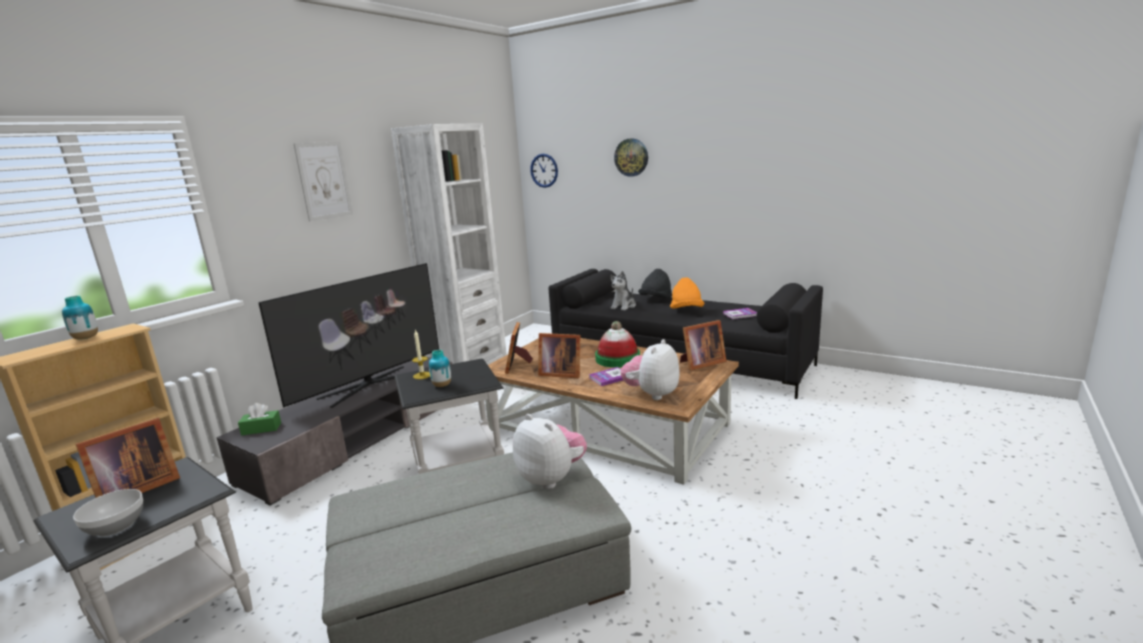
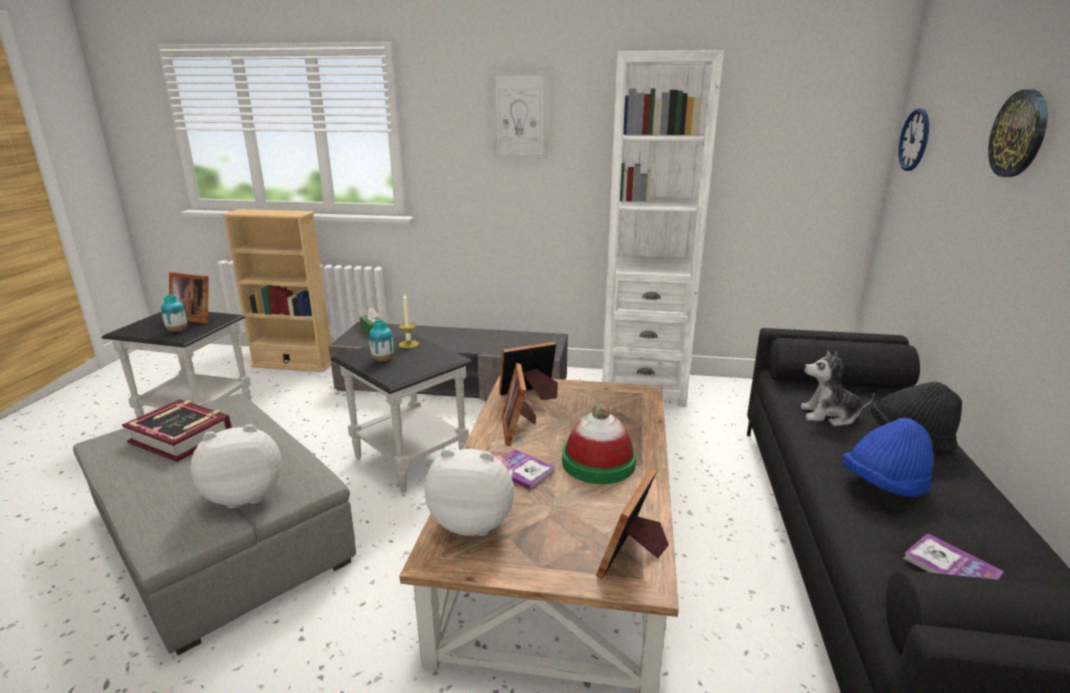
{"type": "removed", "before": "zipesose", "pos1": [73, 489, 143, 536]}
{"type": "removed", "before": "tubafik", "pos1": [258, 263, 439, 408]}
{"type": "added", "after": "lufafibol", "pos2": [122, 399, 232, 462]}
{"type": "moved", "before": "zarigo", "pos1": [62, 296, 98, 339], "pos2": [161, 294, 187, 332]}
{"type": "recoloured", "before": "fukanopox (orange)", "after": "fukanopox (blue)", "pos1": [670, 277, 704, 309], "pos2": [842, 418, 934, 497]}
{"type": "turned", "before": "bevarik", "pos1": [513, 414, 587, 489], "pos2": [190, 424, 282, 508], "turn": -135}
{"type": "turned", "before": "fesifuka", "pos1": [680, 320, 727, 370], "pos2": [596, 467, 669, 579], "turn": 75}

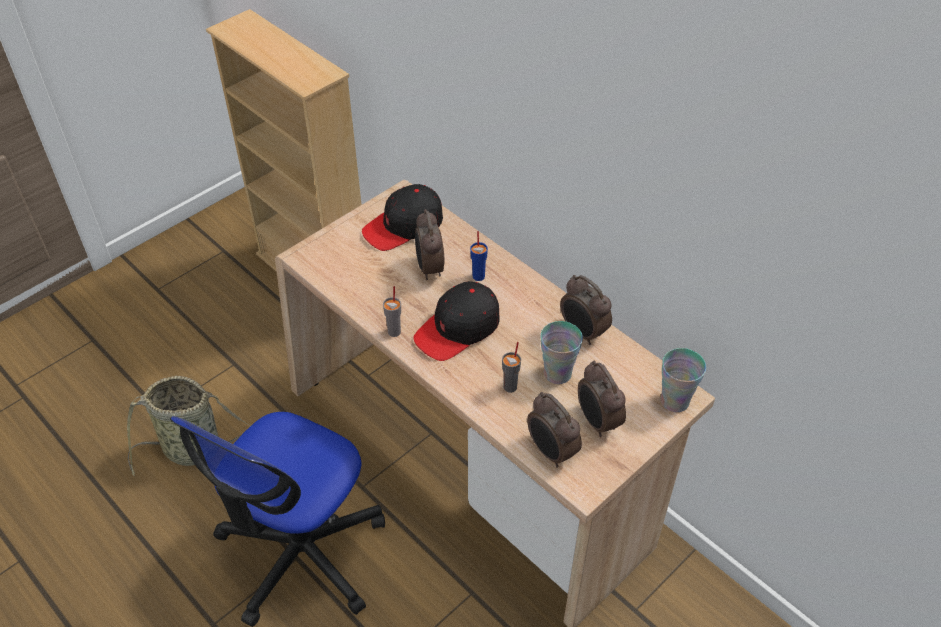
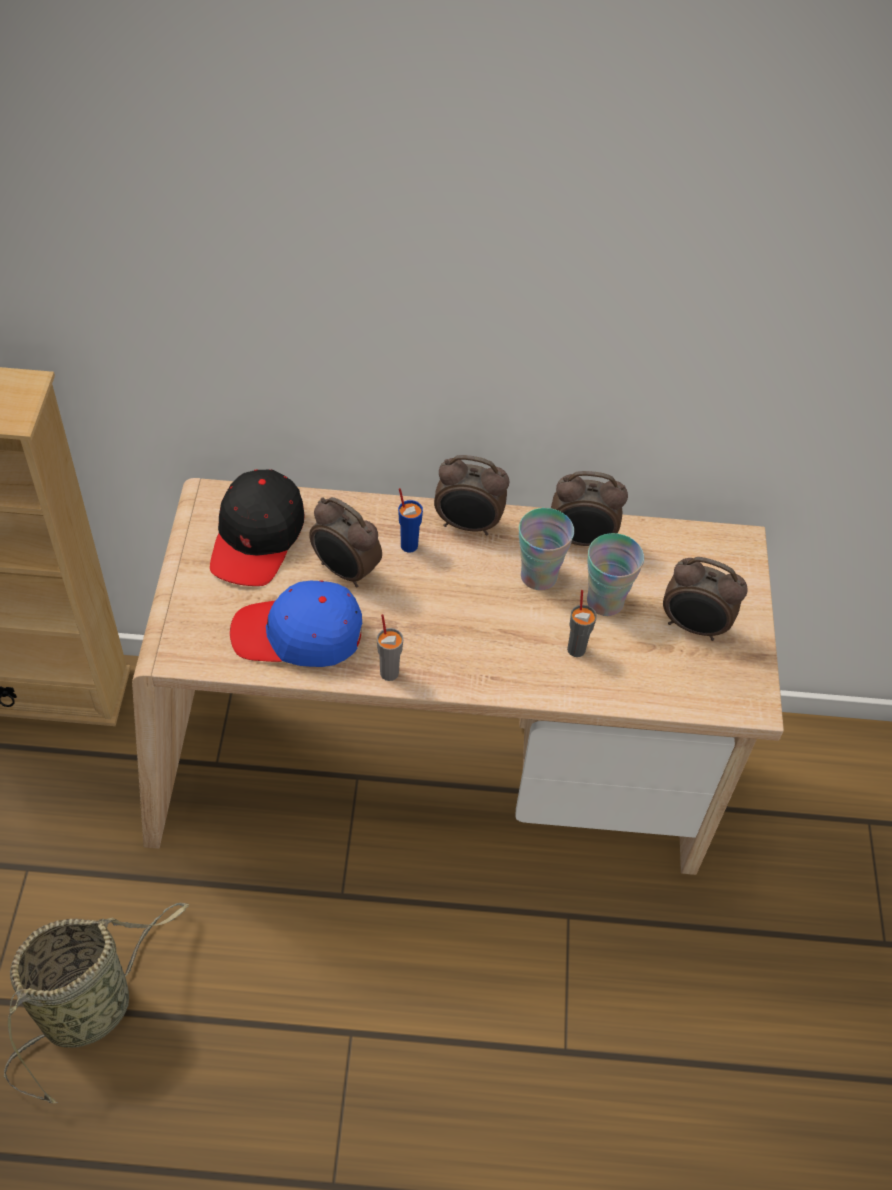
{"type": "removed", "before": "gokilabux", "pos1": [170, 412, 385, 627]}
{"type": "removed", "before": "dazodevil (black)", "pos1": [413, 281, 499, 361]}
{"type": "added", "after": "dazodevil (blue)", "pos2": [230, 581, 362, 667]}
{"type": "moved", "before": "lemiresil", "pos1": [527, 392, 582, 468], "pos2": [434, 455, 509, 535]}
{"type": "moved", "before": "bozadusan", "pos1": [661, 348, 706, 412], "pos2": [519, 508, 574, 590]}

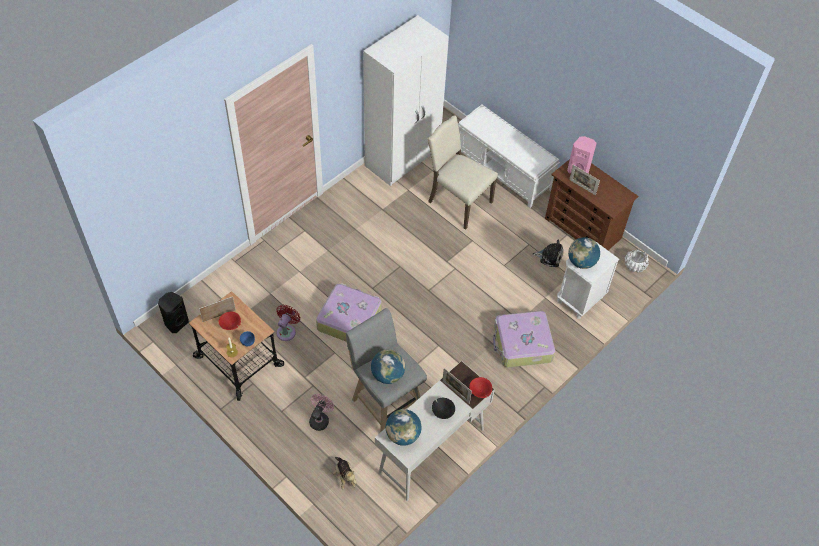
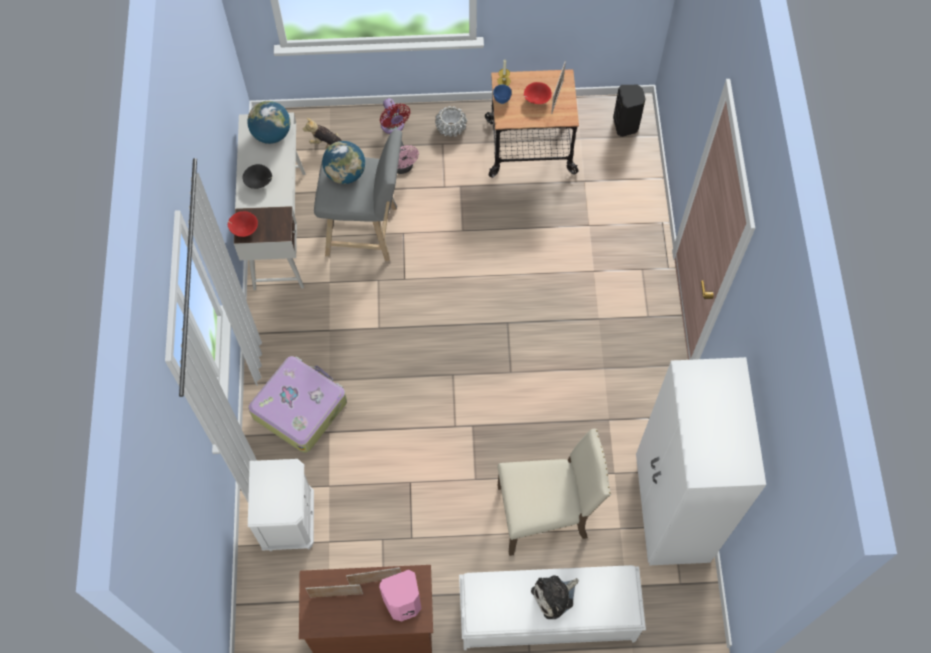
{"type": "removed", "before": "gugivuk", "pos1": [316, 283, 382, 342]}
{"type": "removed", "before": "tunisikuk", "pos1": [568, 237, 600, 269]}
{"type": "moved", "before": "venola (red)", "pos1": [276, 305, 301, 341], "pos2": [380, 98, 410, 134]}
{"type": "moved", "before": "fesifuka", "pos1": [442, 368, 472, 404], "pos2": [305, 584, 363, 597]}
{"type": "moved", "before": "bevarik", "pos1": [533, 240, 563, 267], "pos2": [531, 575, 578, 619]}
{"type": "moved", "before": "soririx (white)", "pos1": [625, 249, 649, 273], "pos2": [435, 106, 467, 137]}

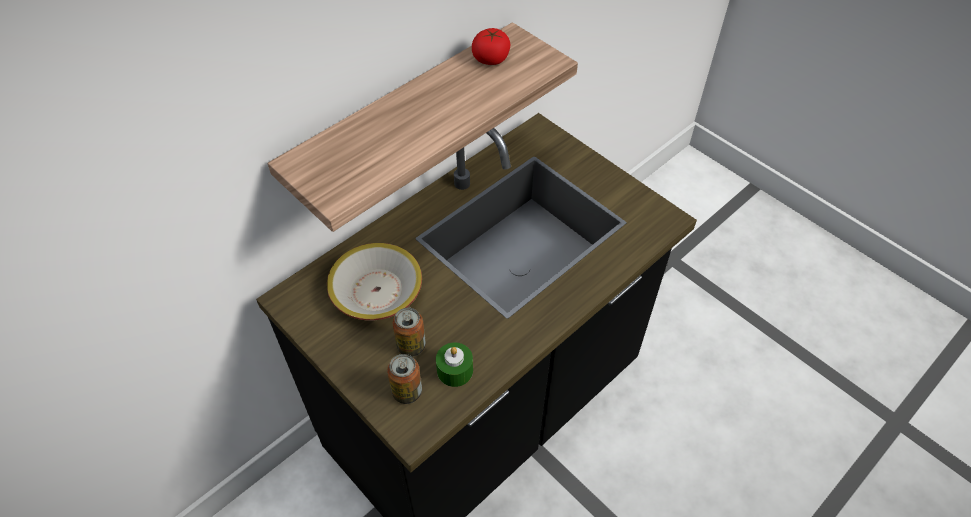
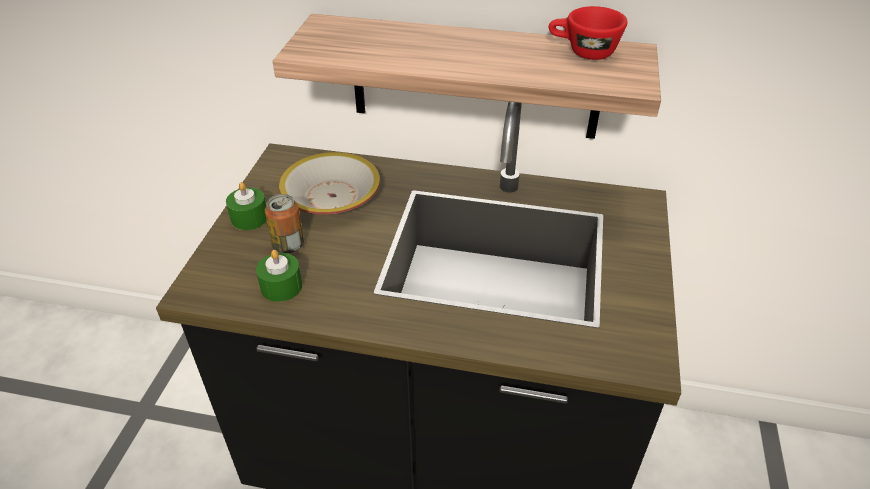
{"type": "removed", "before": "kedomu", "pos1": [387, 354, 422, 404]}
{"type": "added", "after": "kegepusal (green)", "pos2": [226, 182, 267, 230]}
{"type": "replaced", "before": "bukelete", "after": "bozadusan (red)", "pos1": [472, 28, 510, 65], "pos2": [549, 6, 628, 60]}

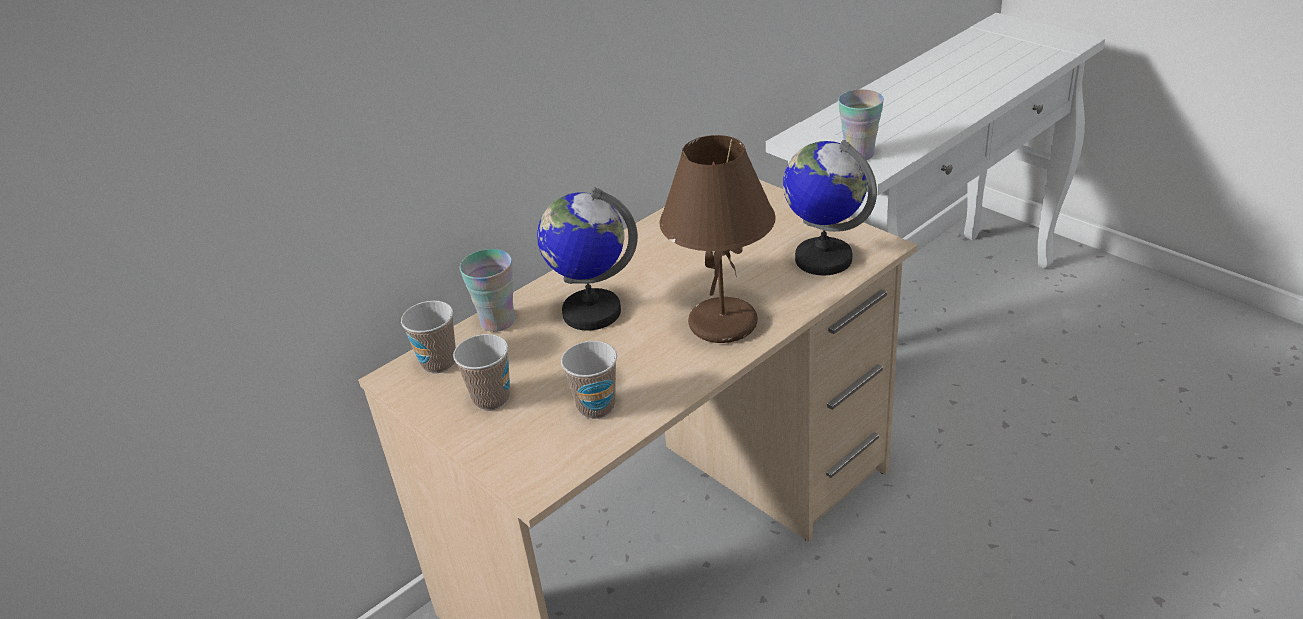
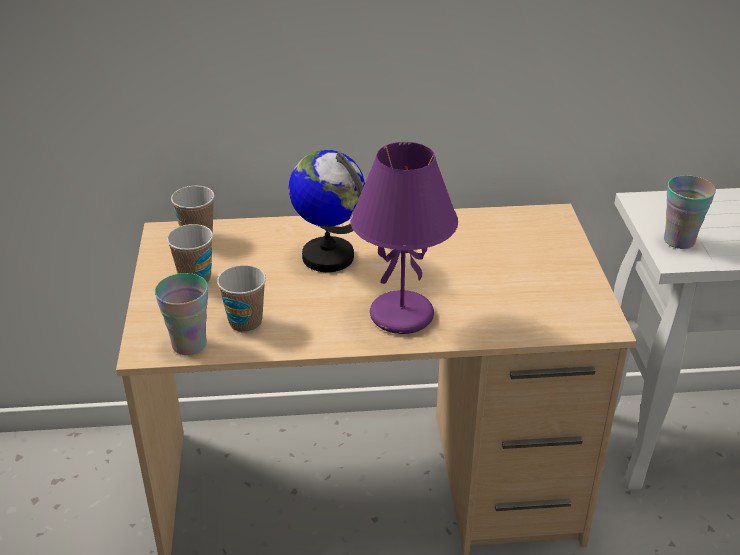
{"type": "removed", "before": "tunisikuk", "pos1": [783, 140, 877, 276]}
{"type": "moved", "before": "bozadusan", "pos1": [460, 249, 515, 332], "pos2": [155, 273, 208, 355]}
{"type": "recoloured", "before": "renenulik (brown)", "after": "renenulik (purple)", "pos1": [660, 135, 776, 343], "pos2": [350, 142, 458, 334]}

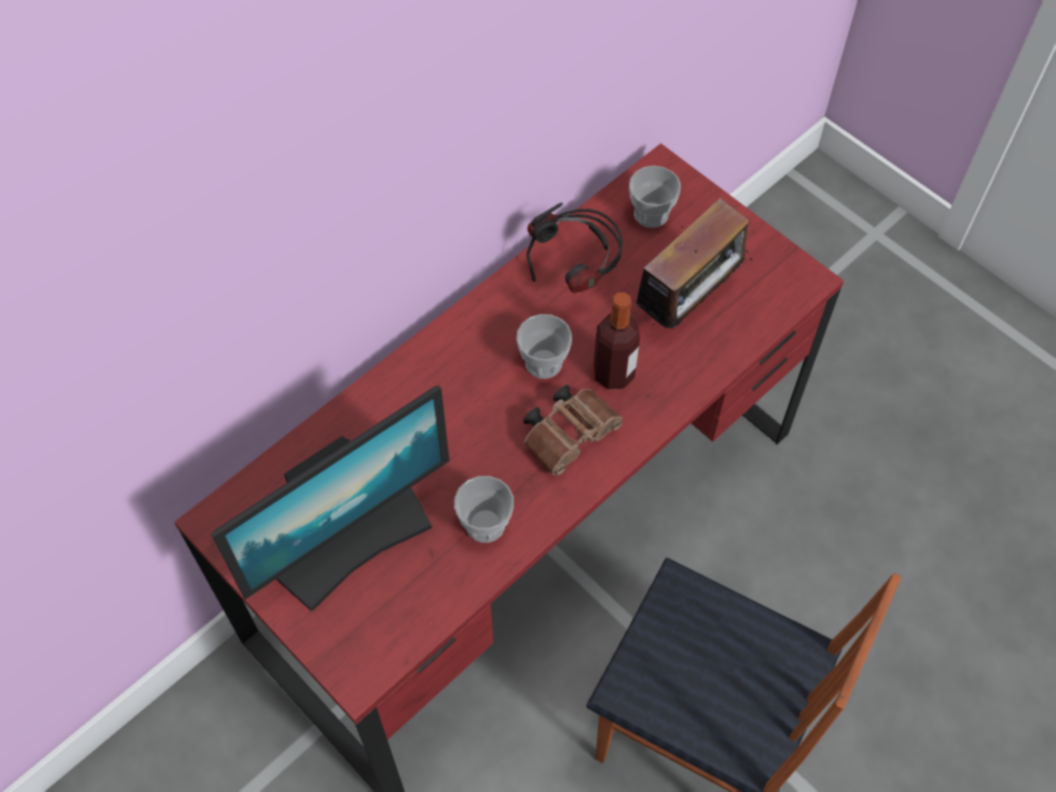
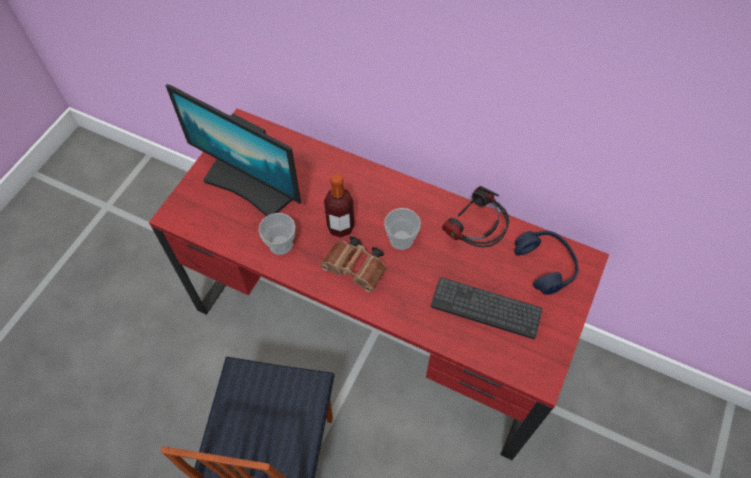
{"type": "moved", "before": "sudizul", "pos1": [593, 292, 640, 390], "pos2": [324, 174, 354, 238]}
{"type": "replaced", "before": "bozadusan", "after": "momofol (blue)", "pos1": [629, 165, 681, 228], "pos2": [514, 231, 579, 295]}
{"type": "replaced", "before": "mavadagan", "after": "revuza", "pos1": [629, 198, 753, 328], "pos2": [431, 277, 543, 339]}

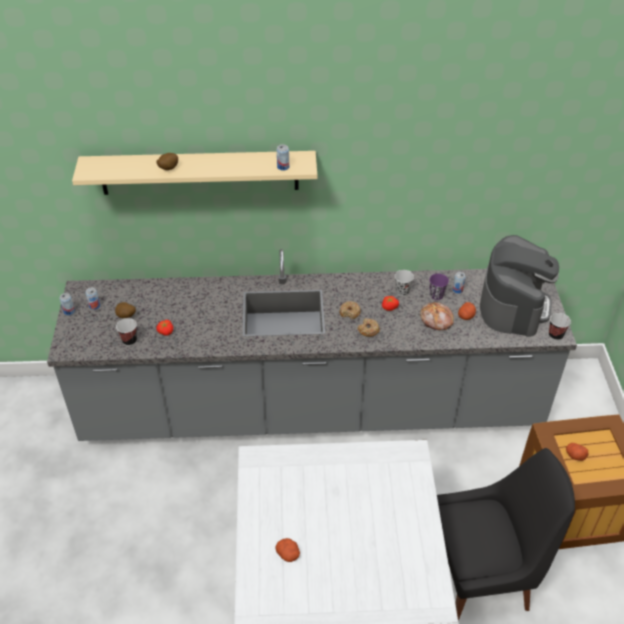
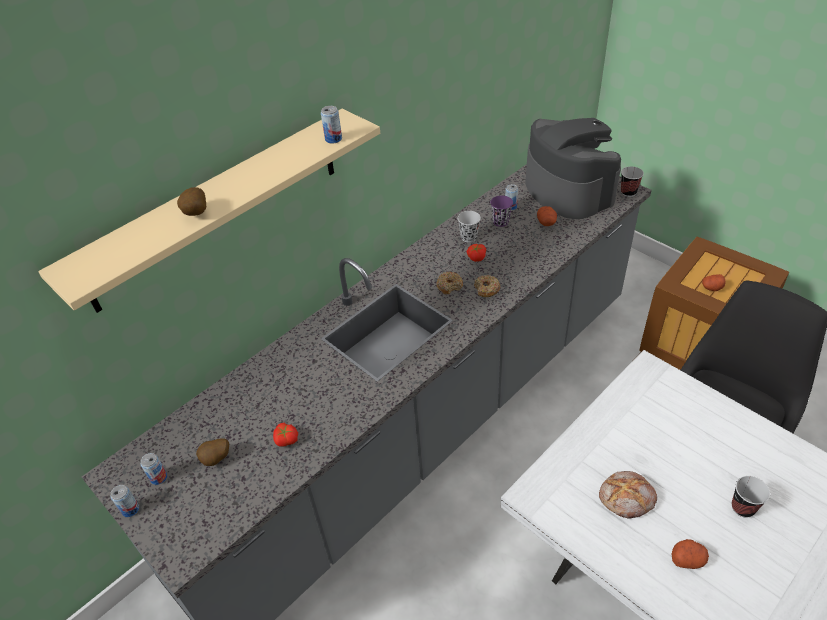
{"type": "moved", "before": "bozadusan", "pos1": [116, 318, 137, 346], "pos2": [732, 476, 770, 518]}
{"type": "moved", "before": "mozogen", "pos1": [420, 302, 454, 330], "pos2": [599, 471, 657, 519]}

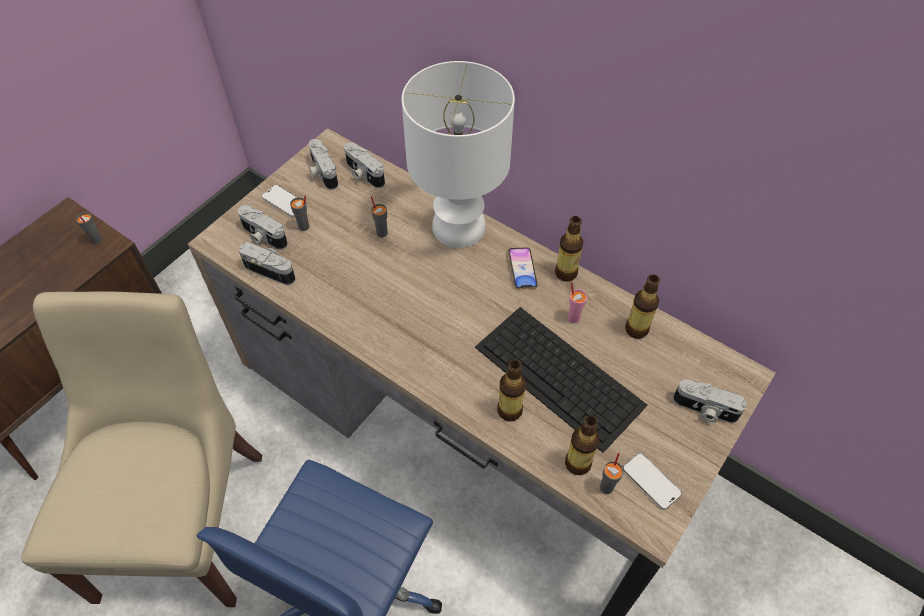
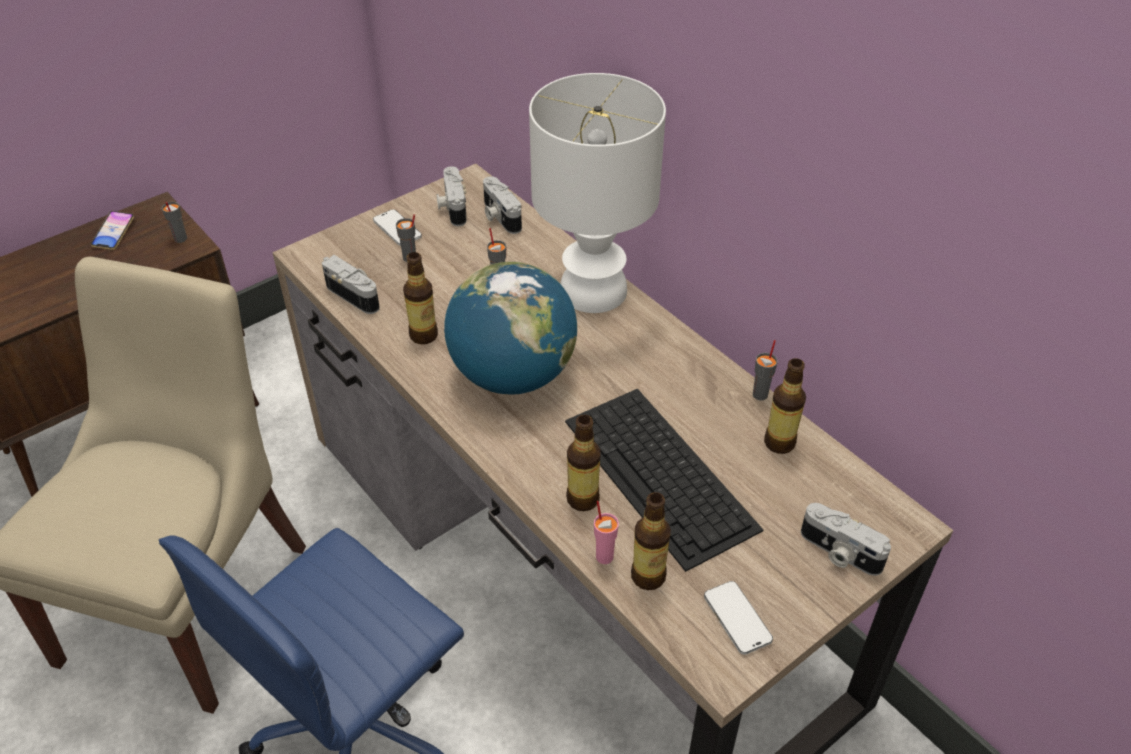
{"type": "removed", "before": "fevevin", "pos1": [238, 205, 288, 250]}
{"type": "added", "after": "tunisikuk", "pos2": [444, 262, 577, 394]}
{"type": "moved", "before": "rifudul", "pos1": [508, 247, 538, 290], "pos2": [91, 211, 134, 250]}
{"type": "moved", "before": "sudizul", "pos1": [555, 216, 583, 282], "pos2": [403, 252, 438, 344]}
{"type": "moved", "before": "bozadusan (pink)", "pos1": [568, 283, 587, 323], "pos2": [594, 501, 619, 564]}
{"type": "moved", "before": "bozadusan (grey)", "pos1": [600, 453, 624, 494], "pos2": [753, 340, 778, 401]}

